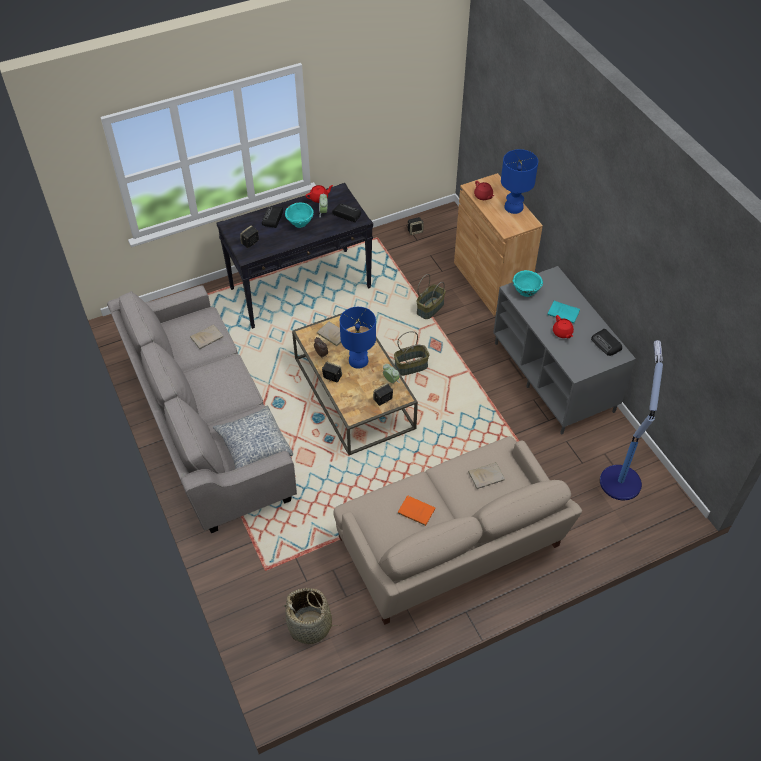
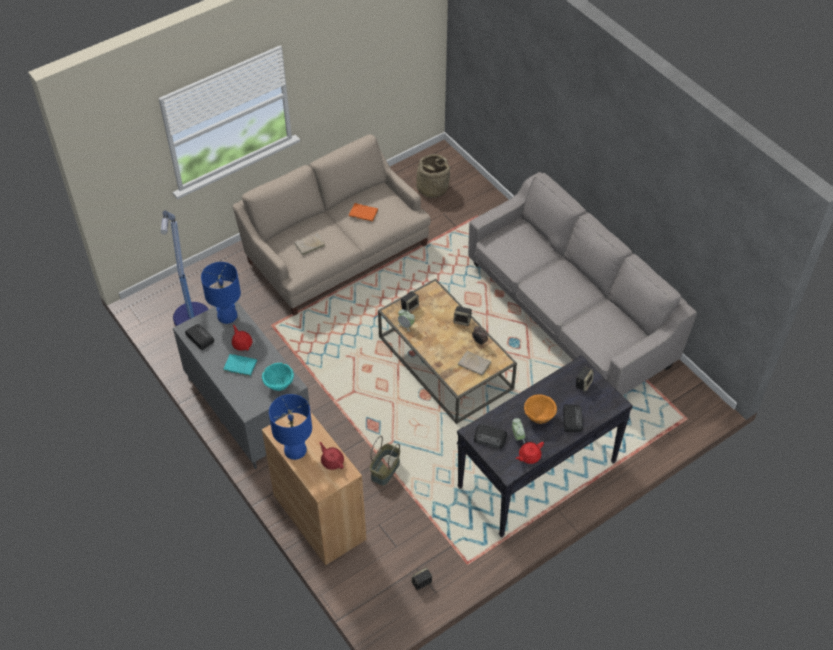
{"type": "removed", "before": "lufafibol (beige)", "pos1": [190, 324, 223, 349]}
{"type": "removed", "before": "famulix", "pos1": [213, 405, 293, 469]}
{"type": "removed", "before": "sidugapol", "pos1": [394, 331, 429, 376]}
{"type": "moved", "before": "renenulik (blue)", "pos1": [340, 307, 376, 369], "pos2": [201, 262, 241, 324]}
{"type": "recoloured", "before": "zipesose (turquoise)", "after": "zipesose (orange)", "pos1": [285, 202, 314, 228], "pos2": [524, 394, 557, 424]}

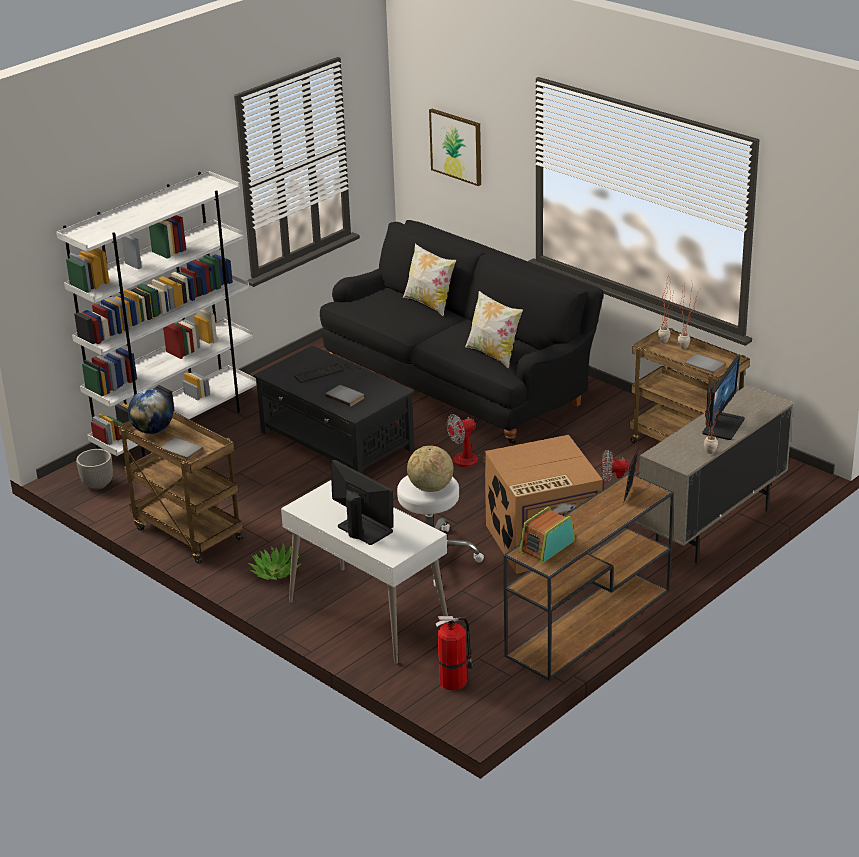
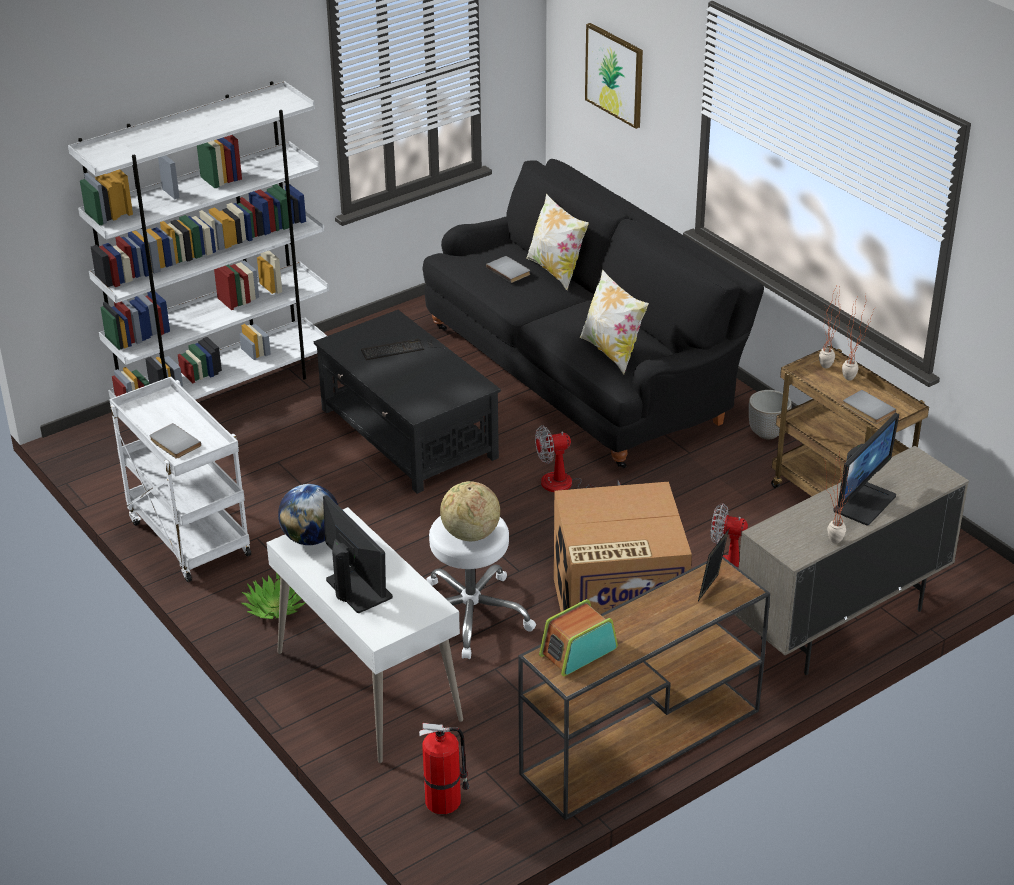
{"type": "moved", "before": "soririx", "pos1": [76, 449, 113, 490], "pos2": [749, 390, 792, 439]}
{"type": "moved", "before": "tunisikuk", "pos1": [128, 389, 173, 434], "pos2": [278, 484, 338, 545]}
{"type": "moved", "before": "lufafibol (grey)", "pos1": [325, 385, 364, 407], "pos2": [486, 256, 530, 283]}
{"type": "recoloured", "before": "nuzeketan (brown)", "after": "nuzeketan (white)", "pos1": [118, 411, 243, 564], "pos2": [109, 377, 252, 582]}

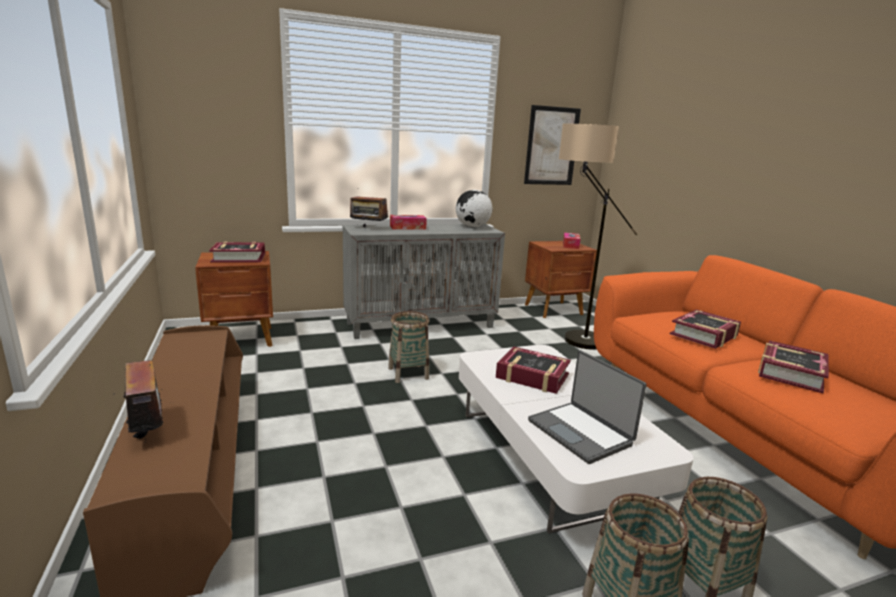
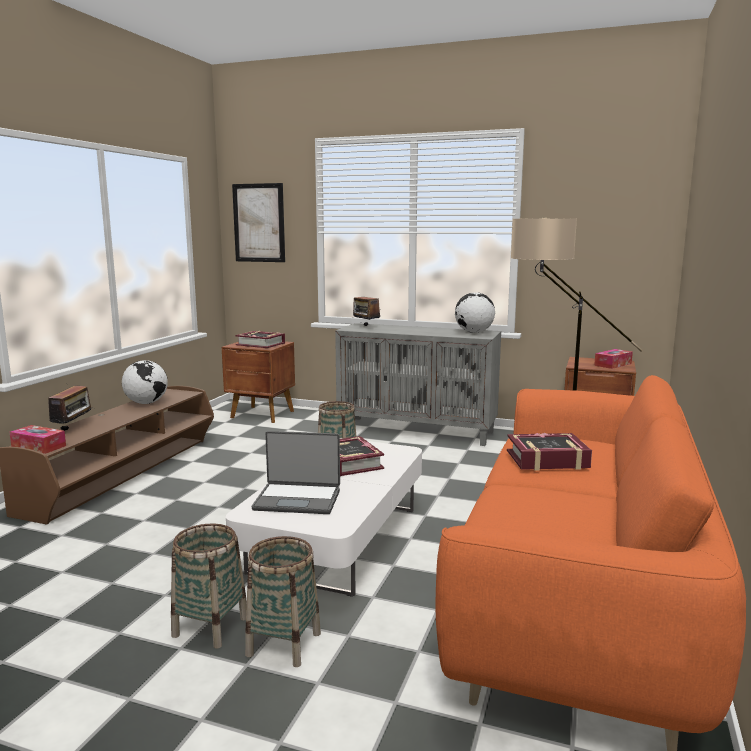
{"type": "removed", "before": "lufafibol", "pos1": [758, 340, 829, 393]}
{"type": "added", "after": "tunisikuk", "pos2": [122, 360, 168, 404]}
{"type": "moved", "before": "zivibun", "pos1": [390, 215, 427, 230], "pos2": [9, 425, 66, 454]}
{"type": "moved", "before": "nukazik", "pos1": [524, 105, 581, 185], "pos2": [232, 183, 285, 262]}
{"type": "turned", "before": "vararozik", "pos1": [528, 351, 646, 464], "pos2": [252, 431, 340, 514], "turn": -90}

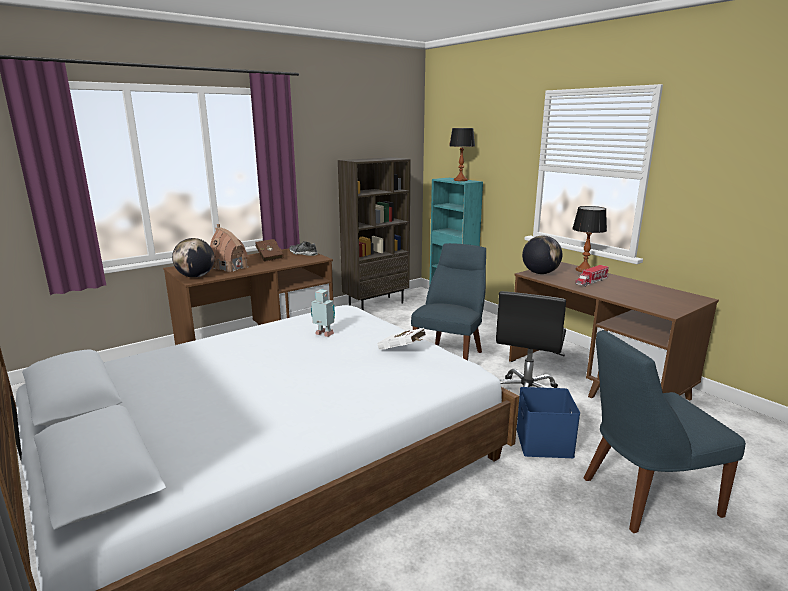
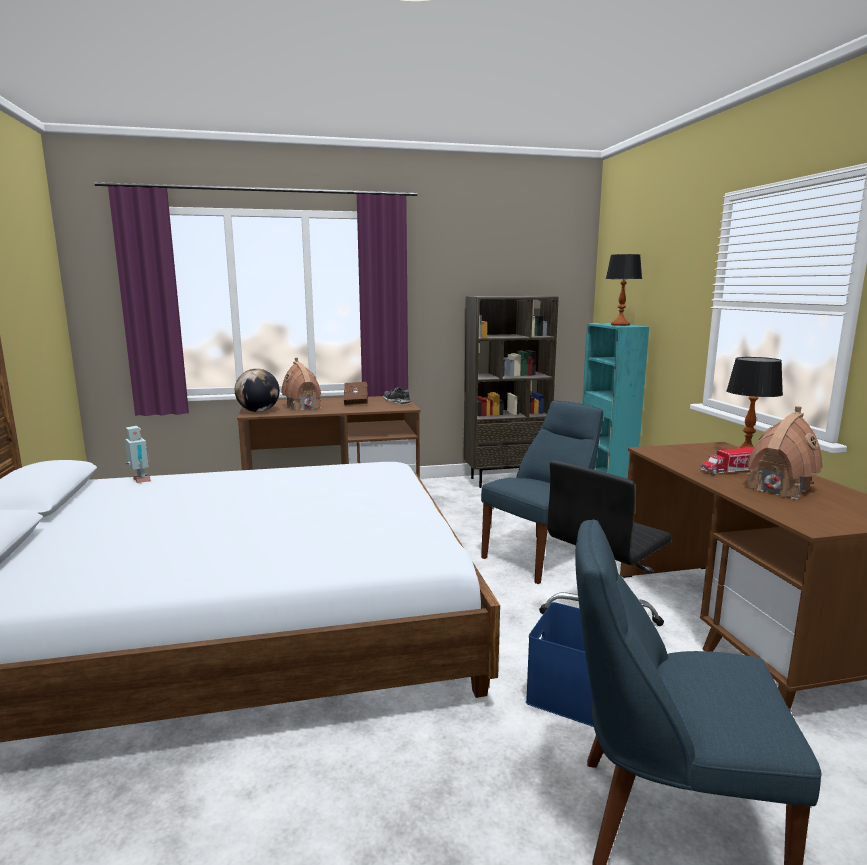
{"type": "removed", "before": "lufafibol (white)", "pos1": [377, 328, 426, 350]}
{"type": "removed", "before": "tunisikuk", "pos1": [522, 235, 562, 274]}
{"type": "added", "after": "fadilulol", "pos2": [747, 406, 823, 499]}
{"type": "moved", "before": "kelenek", "pos1": [311, 289, 335, 337], "pos2": [125, 426, 151, 483]}

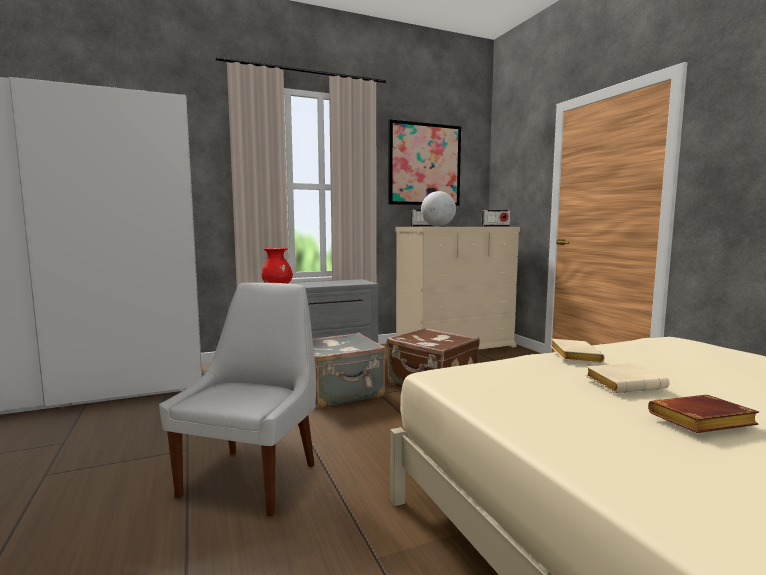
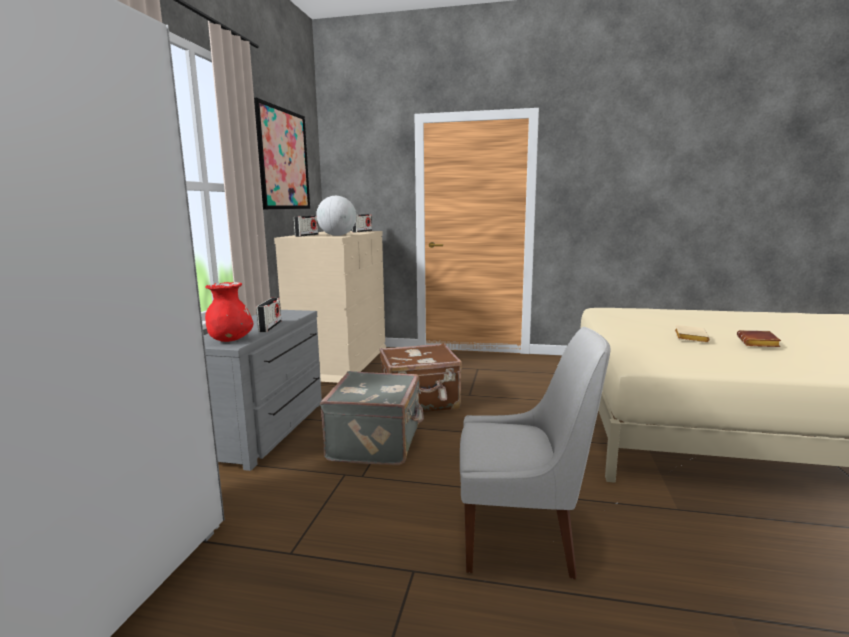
{"type": "removed", "before": "lufafibol (beige)", "pos1": [551, 339, 605, 363]}
{"type": "added", "after": "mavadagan", "pos2": [256, 298, 281, 332]}
{"type": "turned", "before": "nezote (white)", "pos1": [159, 282, 316, 517], "pos2": [460, 327, 610, 580], "turn": 135}

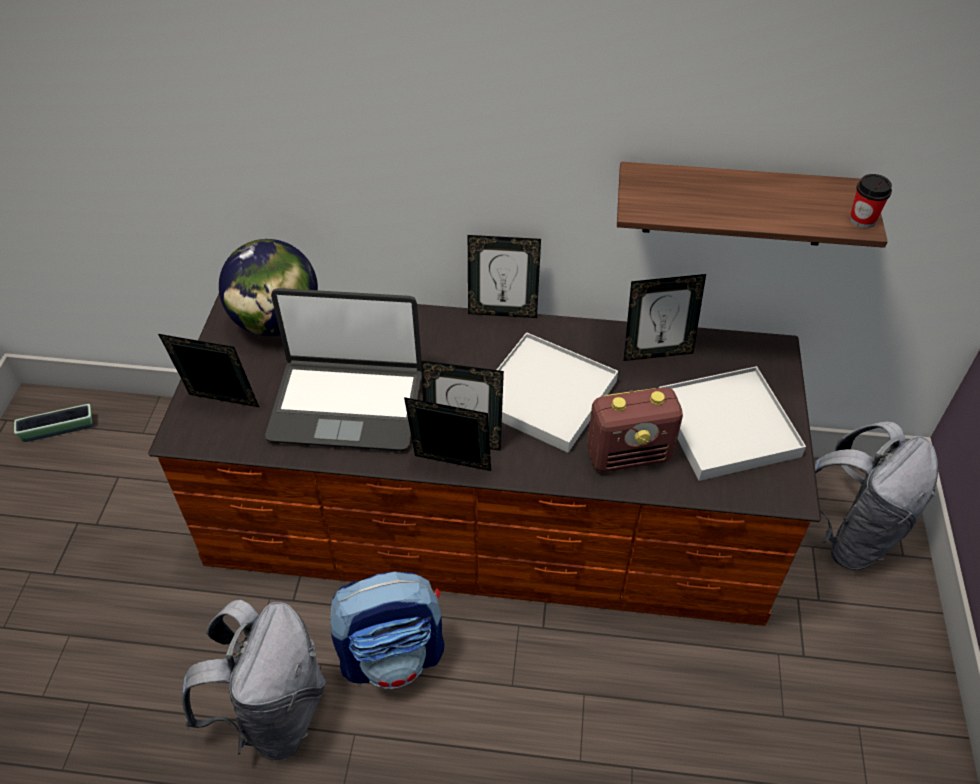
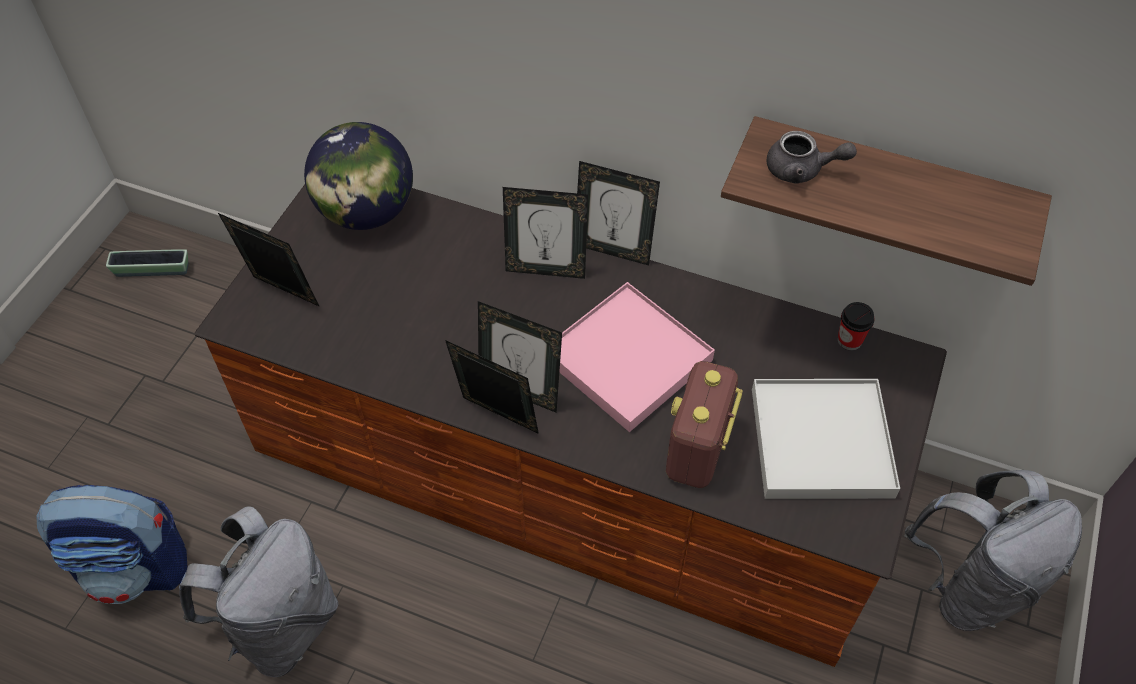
{"type": "removed", "before": "vararozik", "pos1": [265, 288, 422, 451]}
{"type": "added", "after": "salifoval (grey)", "pos2": [766, 131, 857, 184]}
{"type": "moved", "before": "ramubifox", "pos1": [330, 571, 445, 689], "pos2": [37, 485, 187, 604]}
{"type": "moved", "before": "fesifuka", "pos1": [624, 274, 706, 361], "pos2": [503, 187, 588, 279]}
{"type": "moved", "before": "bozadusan", "pos1": [850, 174, 892, 228], "pos2": [838, 302, 875, 351]}
{"type": "recoloured", "before": "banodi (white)", "after": "banodi (pink)", "pos1": [497, 332, 618, 453], "pos2": [559, 282, 715, 432]}
{"type": "turned", "before": "mavadagan", "pos1": [587, 387, 683, 472], "pos2": [666, 361, 743, 488], "turn": 105}

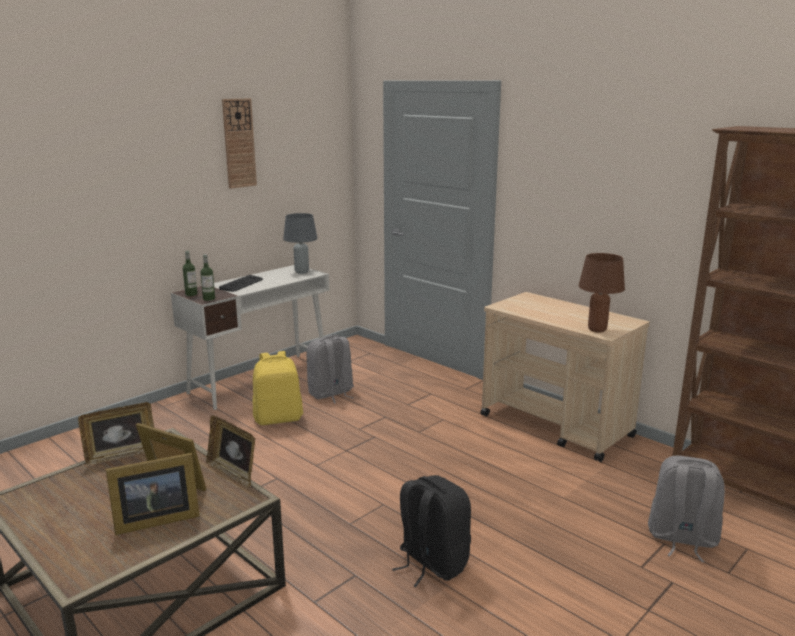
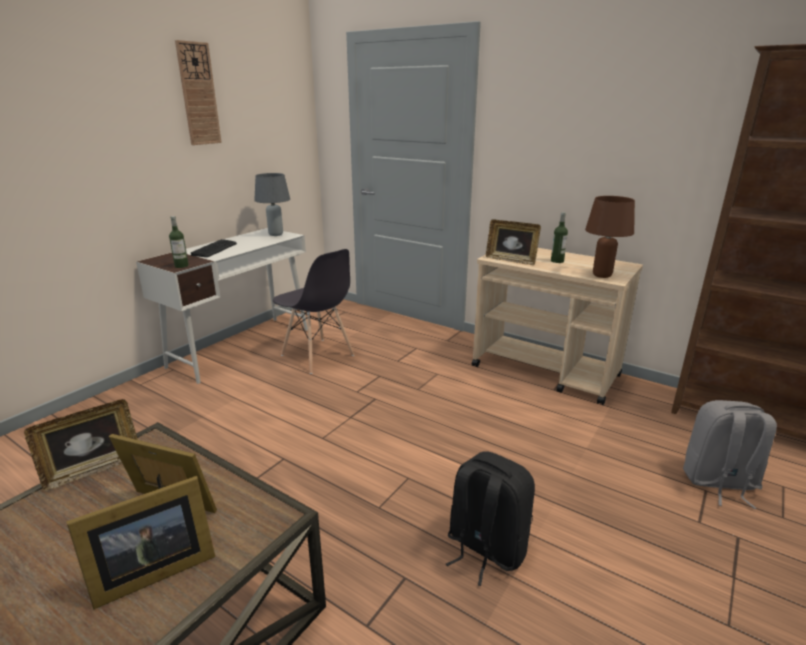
{"type": "removed", "before": "ramubifox (yellow)", "pos1": [253, 351, 303, 425]}
{"type": "moved", "before": "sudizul", "pos1": [183, 251, 197, 296], "pos2": [551, 212, 568, 263]}
{"type": "moved", "before": "fesifuka", "pos1": [206, 415, 255, 488], "pos2": [486, 219, 541, 265]}
{"type": "replaced", "before": "ramubifox (grey)", "after": "nezote (grey)", "pos1": [306, 335, 354, 404], "pos2": [273, 249, 355, 374]}

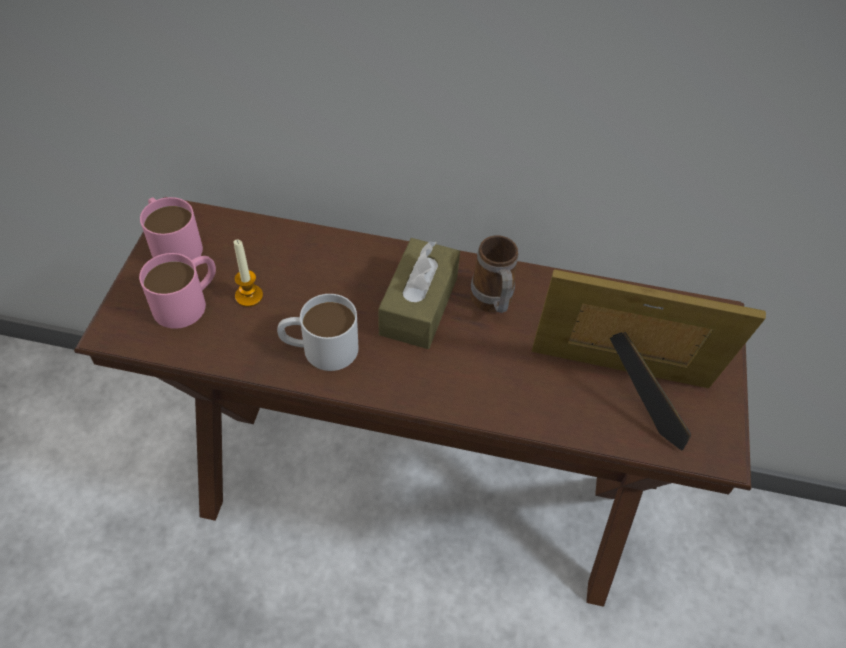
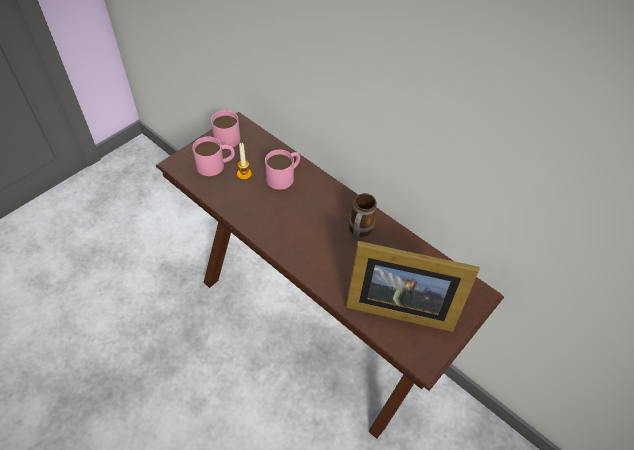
{"type": "removed", "before": "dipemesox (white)", "pos1": [277, 294, 358, 371]}
{"type": "removed", "before": "zivibun (brown)", "pos1": [378, 238, 460, 349]}
{"type": "added", "after": "dipemesox (pink)", "pos2": [265, 149, 300, 190]}
{"type": "turned", "before": "fesifuka", "pos1": [532, 270, 766, 450], "pos2": [346, 241, 480, 332], "turn": 150}

